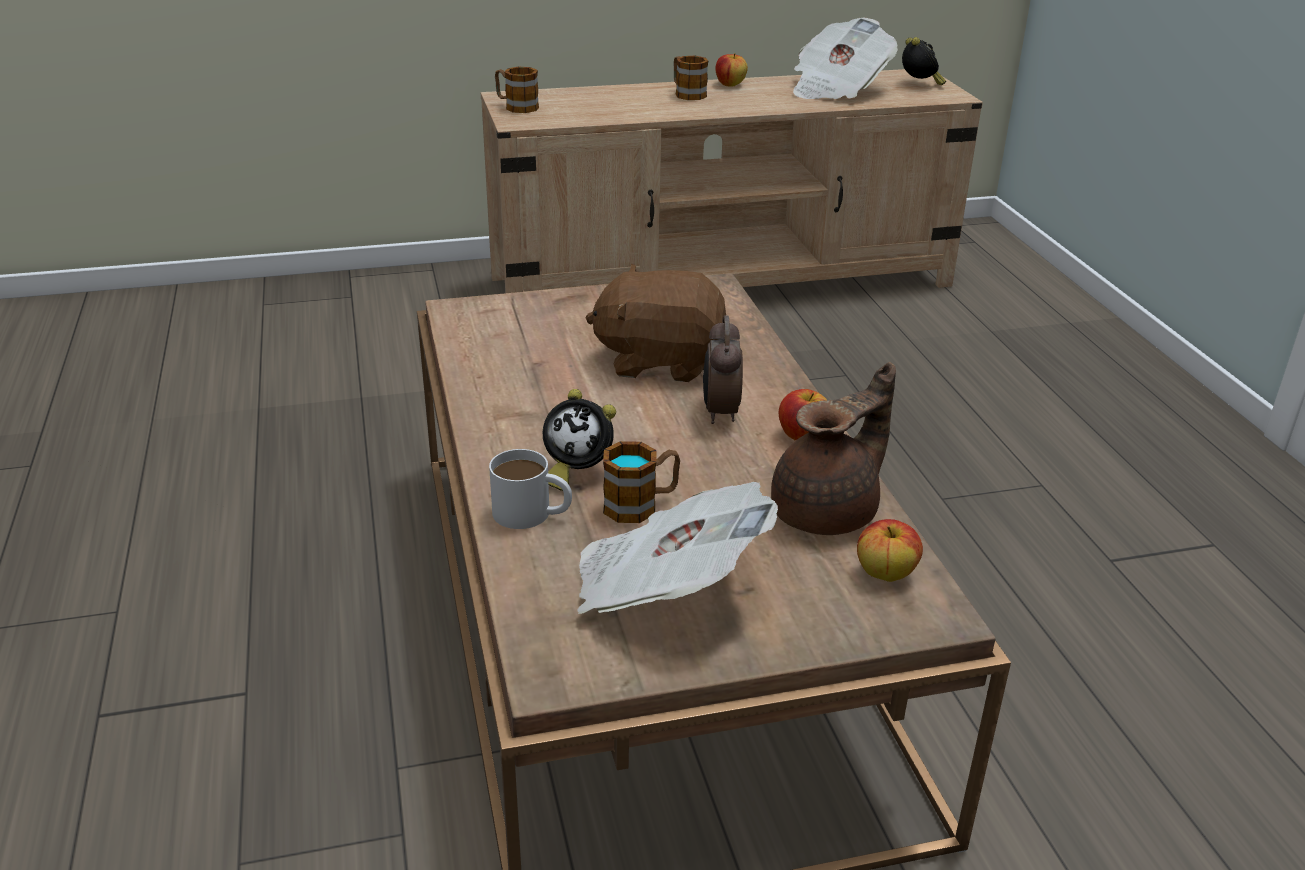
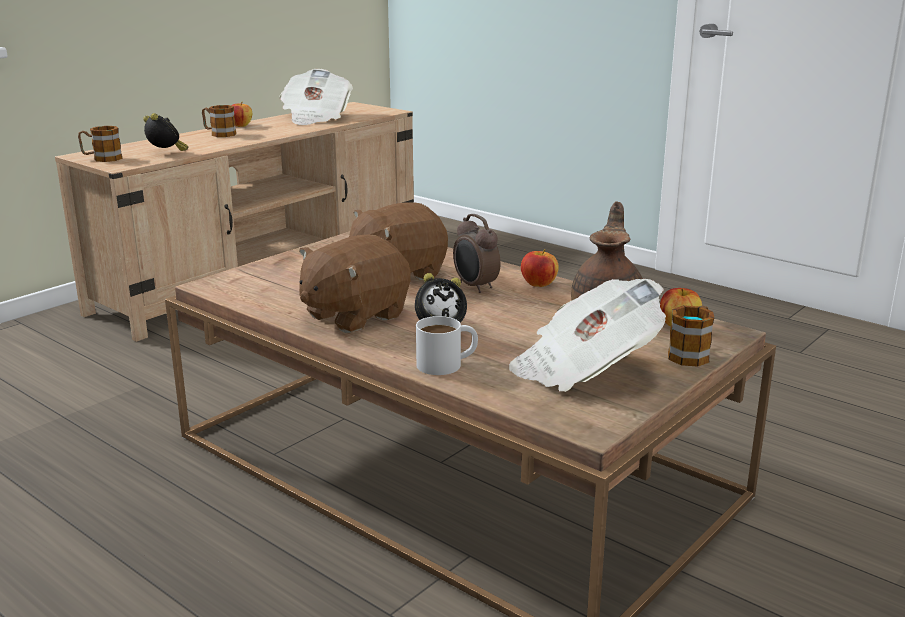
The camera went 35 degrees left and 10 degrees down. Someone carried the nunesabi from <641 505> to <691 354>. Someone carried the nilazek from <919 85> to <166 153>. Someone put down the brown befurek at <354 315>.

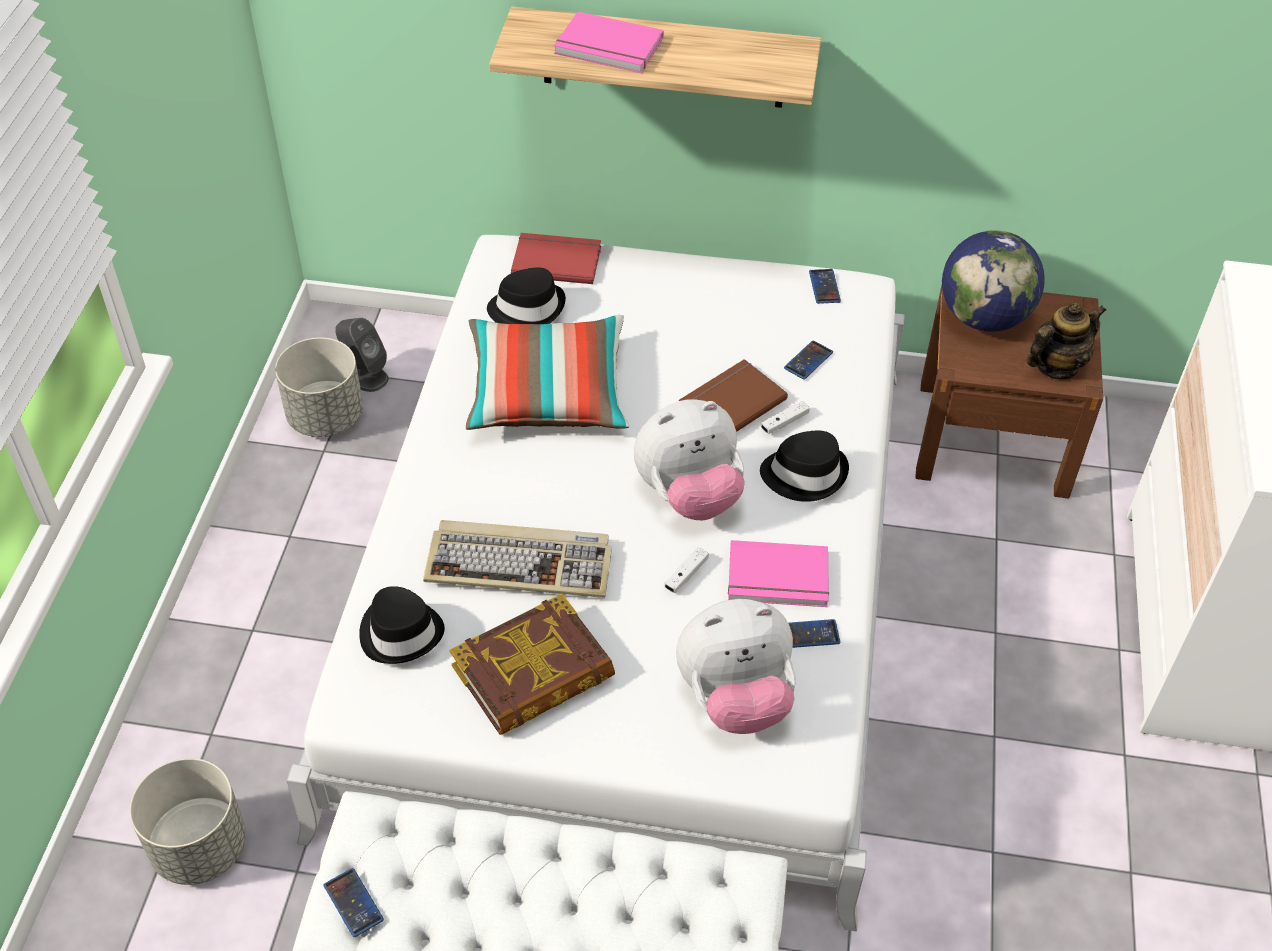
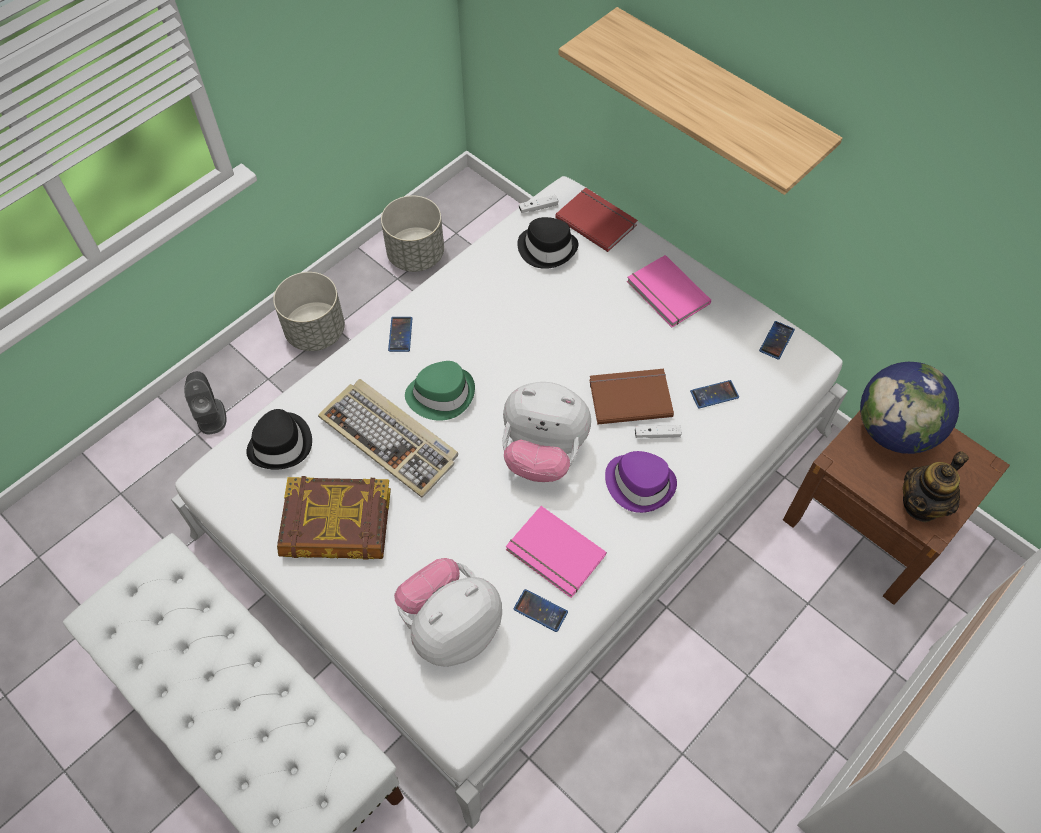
The camera went 35 degrees right and 10 degrees up. Someone carried the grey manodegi from <200 847> to <316 332>. Someone carried the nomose from <353 903> to <400 334>. Someone carried the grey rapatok from <364 375> to <211 415>. Someone took away the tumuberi at <548 392>. Someone carried the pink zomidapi from <608 48> to <666 294>. Someone carried the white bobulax from <686 575> to <538 207>. Someone rotated the befurek at <735 698> by 120 degrees clockwise. Someone repainted the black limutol at <804 473>, which became the purple limutol at <640 483>. Someone rotated the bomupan at <1056 366> by 135 degrees clockwise. Someone put down the green limutol at <441 394>.

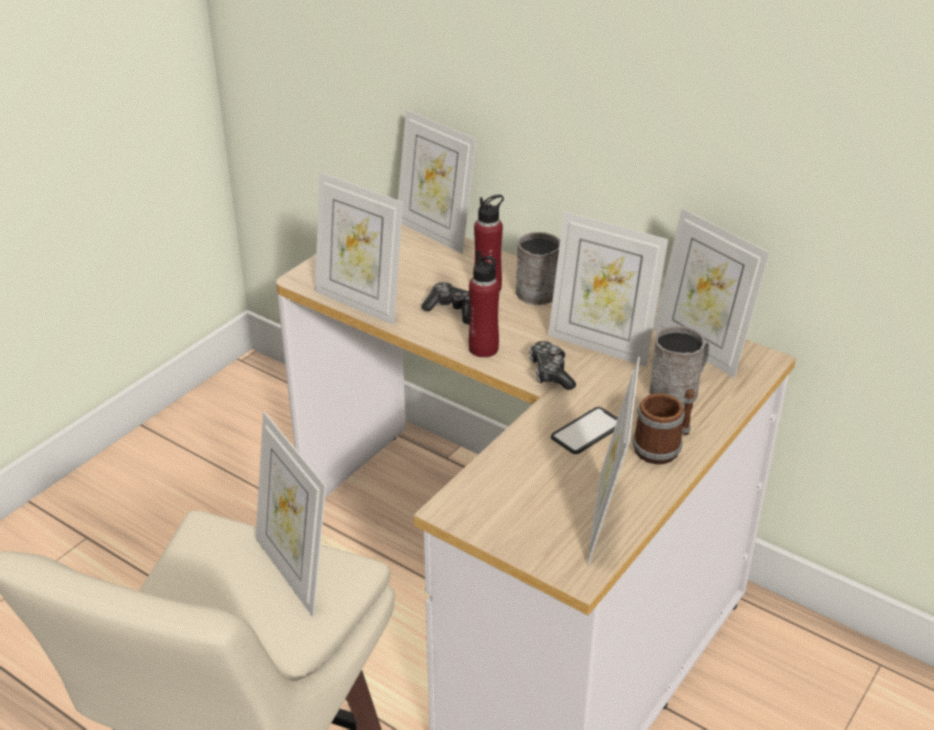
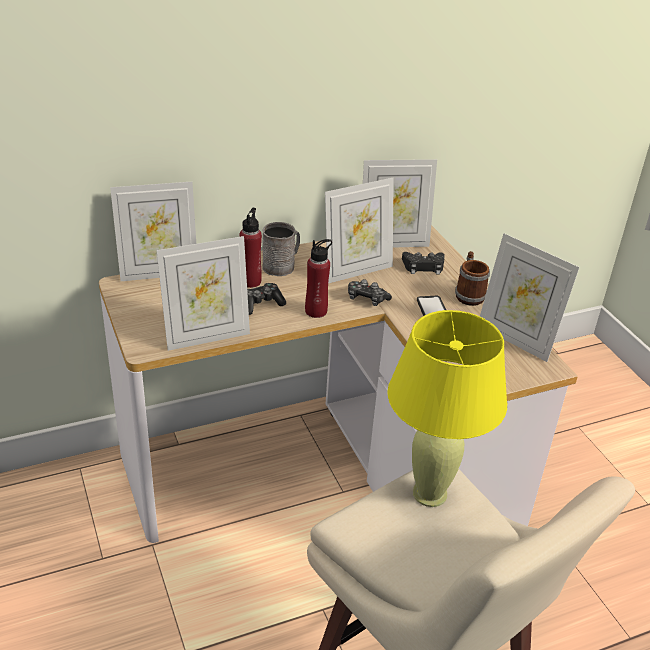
The camera went 60 degrees left and 0 degrees up. Someone swapped the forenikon at <295 571> for the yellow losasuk at <430 493>. Someone swapped the grey nunesabi at <679 390> for the black bobulax at <423 266>.

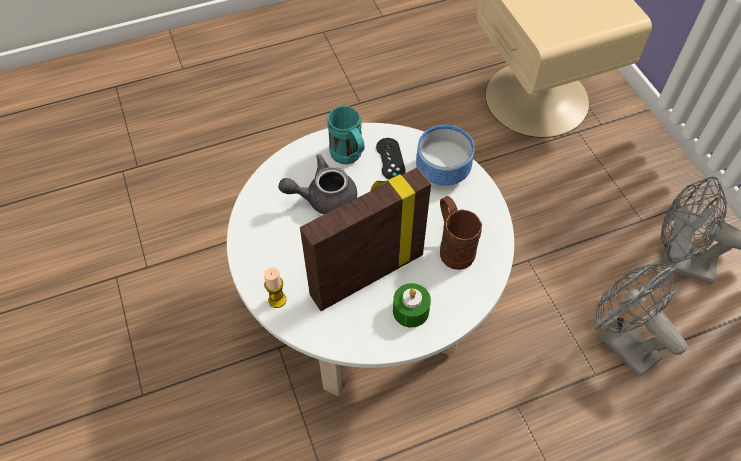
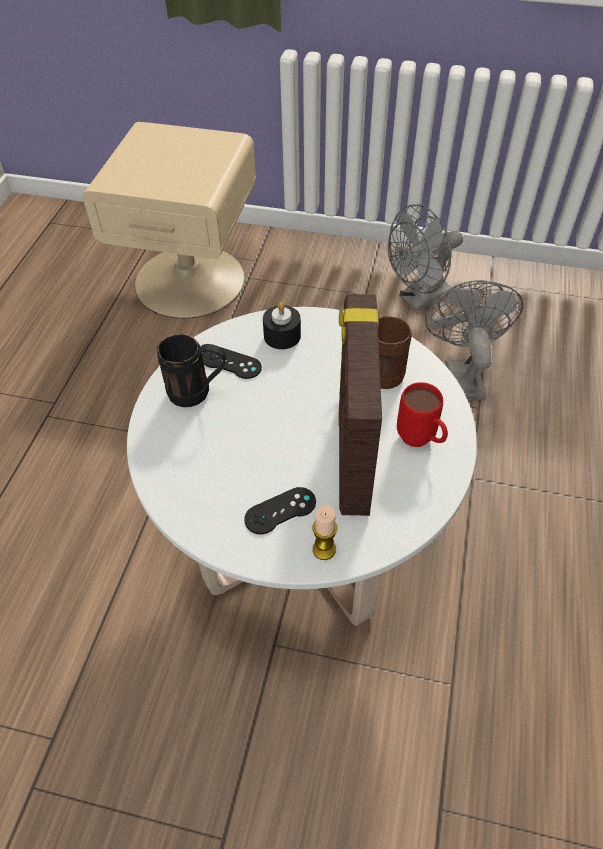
The camera went 55 degrees left and 5 degrees down. Someone took away the grey bomupan at <323 198>. Someone repainted the turquoise nunesabi at <349 158>, which became the black nunesabi at <198 393>. Someone swapped the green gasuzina at <410 311> for the red nunesabi at <420 441>. Someone swapped the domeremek at <441 172> for the black gasuzina at <282 336>. Someone rotated the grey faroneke at <620 341> by 90 degrees clockwise. Someone put down the black bobulax at <280 511>.

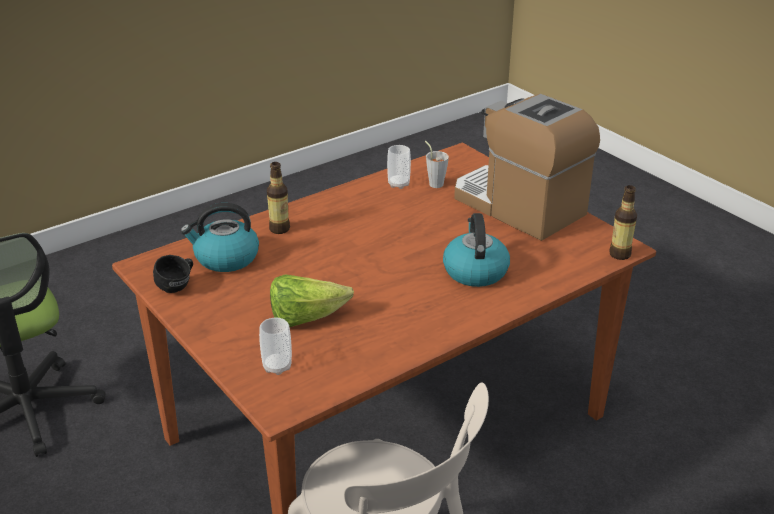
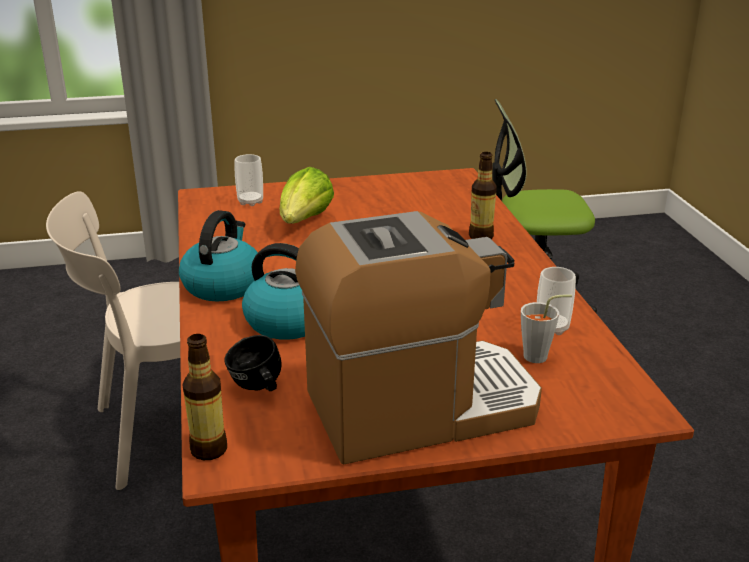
The camera went 115 degrees right and 5 degrees down. Someone carried the black nunesabi from <178 286> to <256 388>. Someone carried the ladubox from <225 258> to <223 285>.

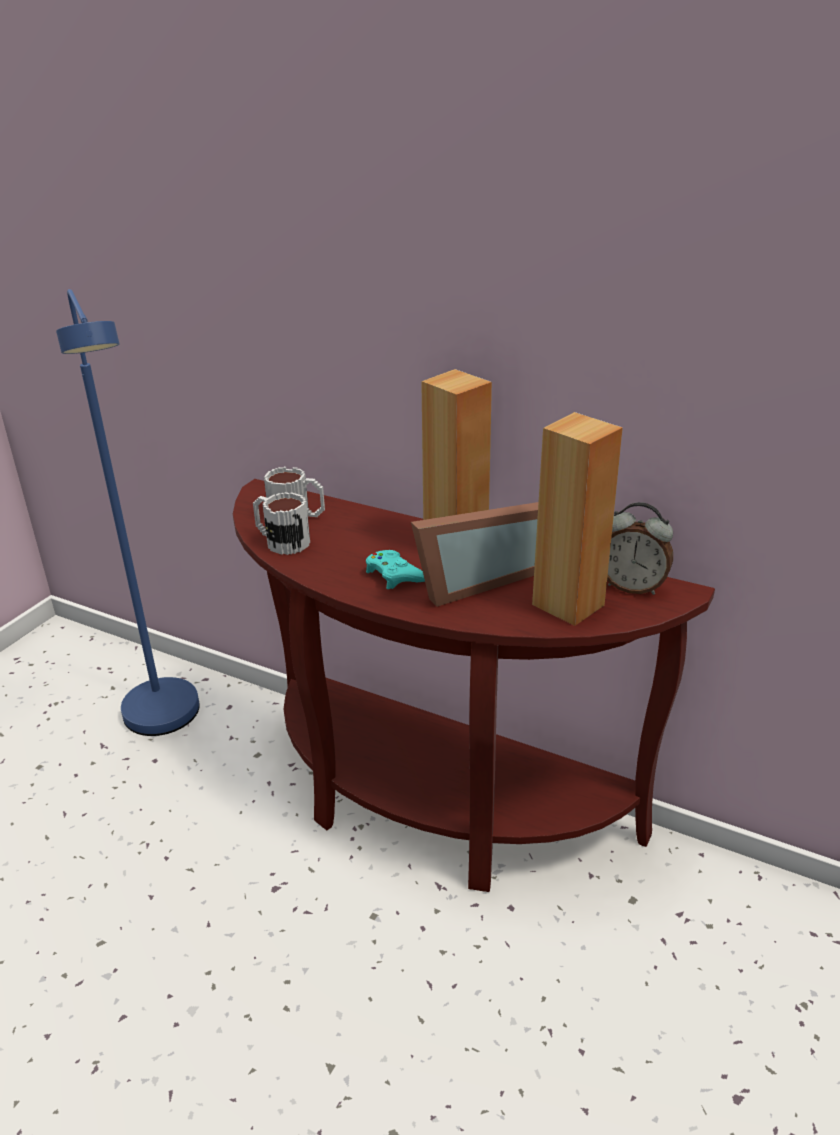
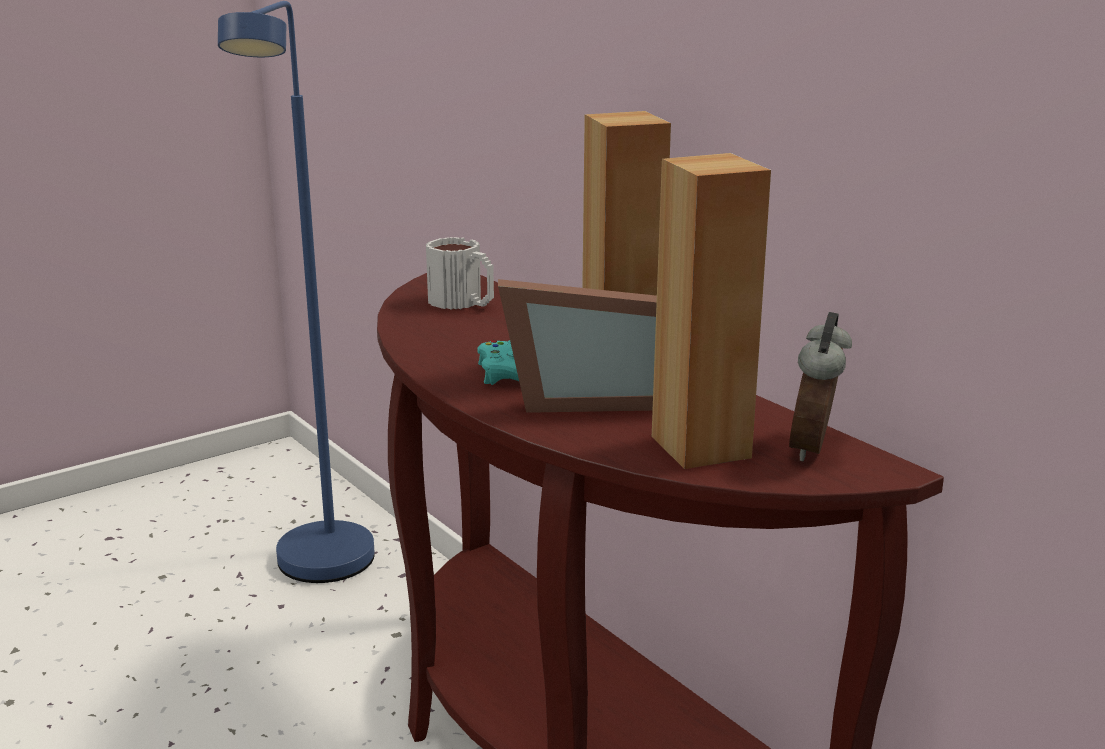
The camera went 25 degrees right and 10 degrees down. Someone took away the nunesabi at <281 541>. Someone rotated the nilazek at <632 587> by 60 degrees clockwise.

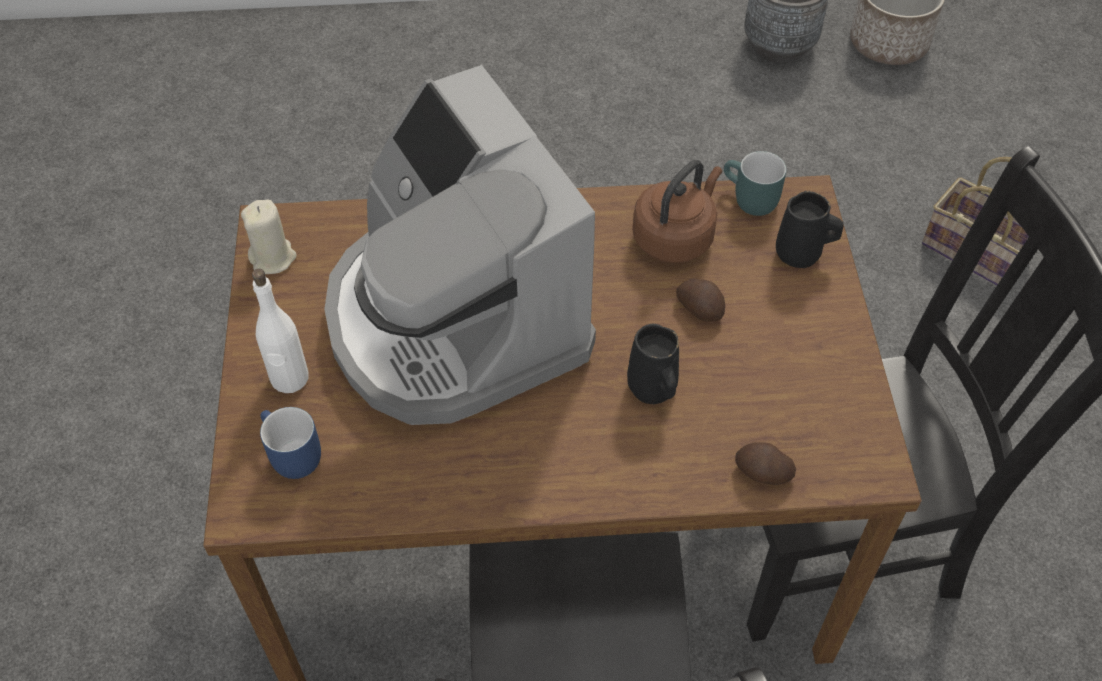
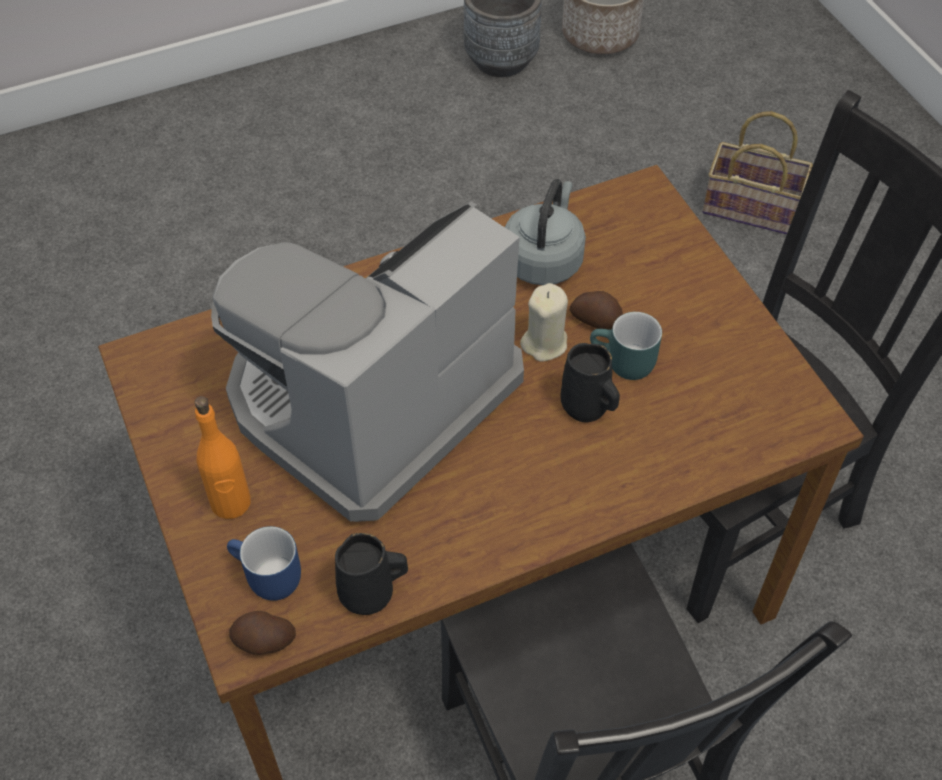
The camera went 20 degrees left and 0 degrees up. Someone carried the beige gasuzina from <273 258> to <544 343>. Someone repainted the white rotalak at <289 378>, which became the orange rotalak at <230 503>. Someone rotated the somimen at <453 321> by 90 degrees clockwise. Someone repainted the brown ladubox at <675 237>, which became the grey ladubox at <544 259>. Someone carried the turquoise nunesabi from <748 200> to <622 364>. Someone carried the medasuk from <763 473> to <264 641>. Someone carried the black nunesabi from <800 254> to <370 594>.

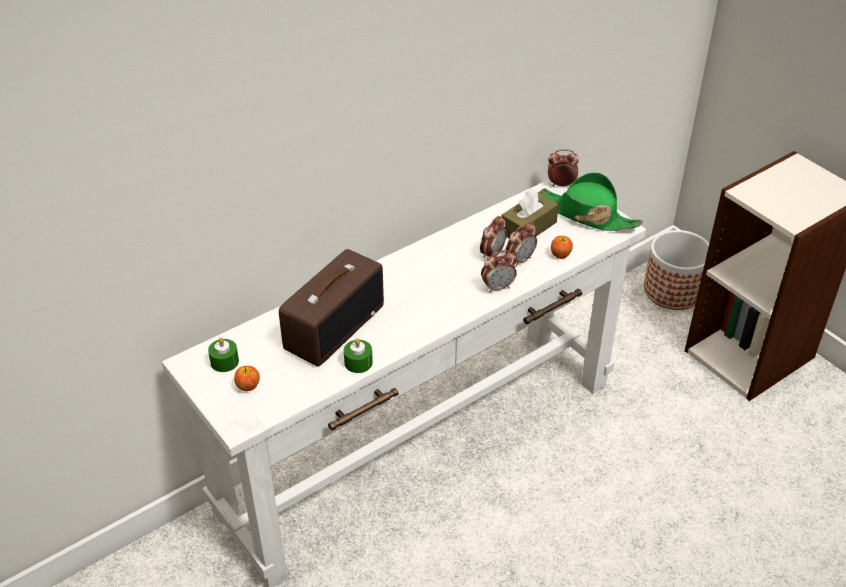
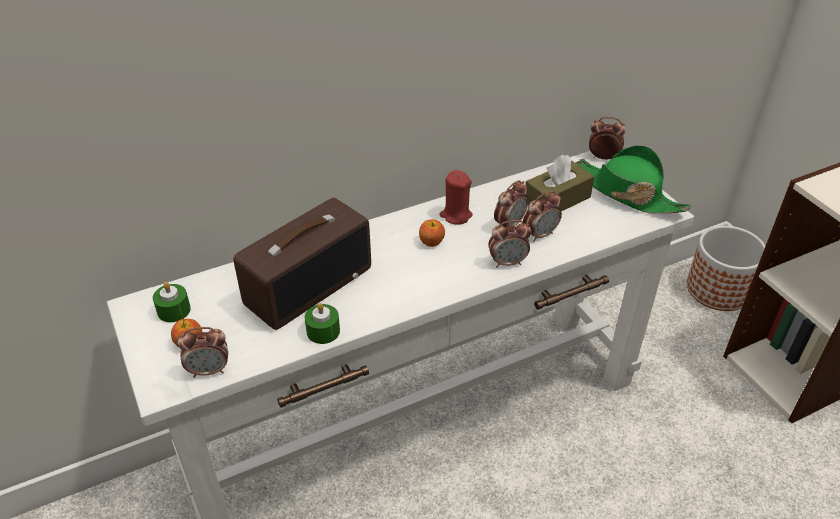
The camera went 10 degrees right and 0 degrees up. Someone carried the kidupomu from <560 255> to <431 242>. Someone put down the nilazek at <209 370>. Someone put down the red gasuzina at <455 215>.

